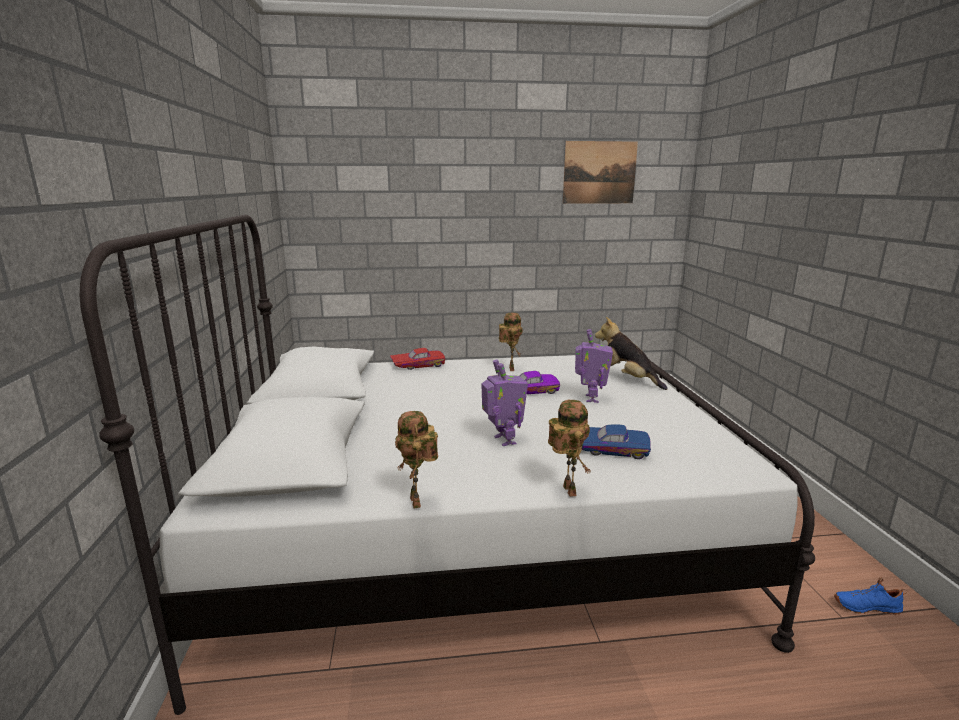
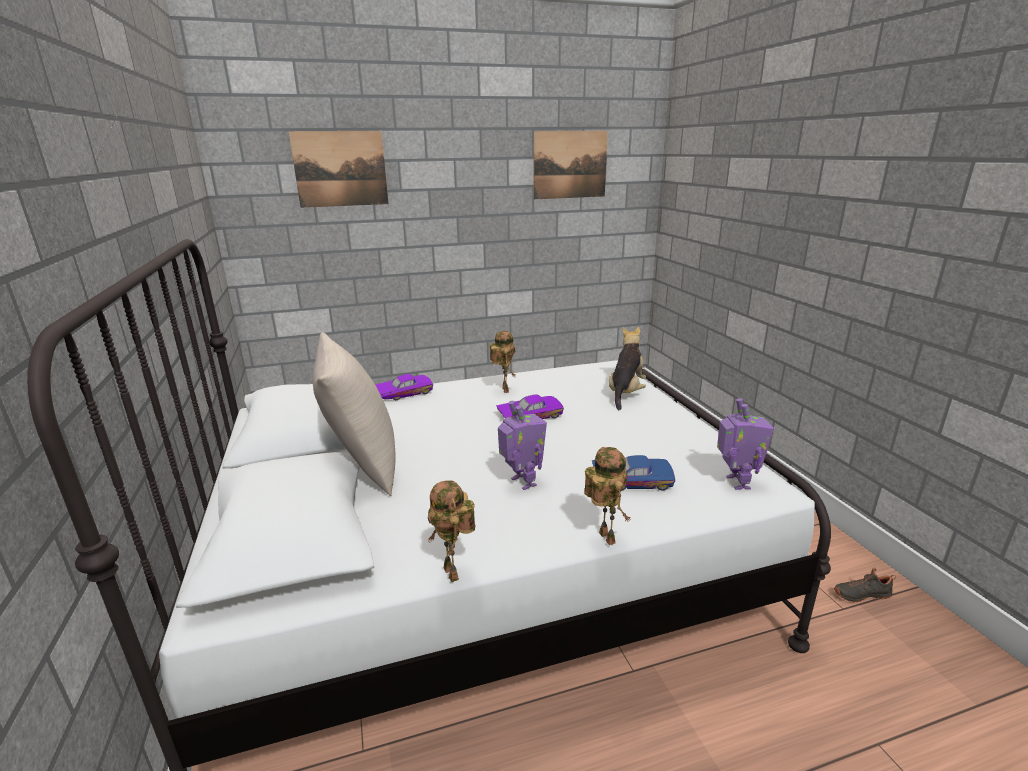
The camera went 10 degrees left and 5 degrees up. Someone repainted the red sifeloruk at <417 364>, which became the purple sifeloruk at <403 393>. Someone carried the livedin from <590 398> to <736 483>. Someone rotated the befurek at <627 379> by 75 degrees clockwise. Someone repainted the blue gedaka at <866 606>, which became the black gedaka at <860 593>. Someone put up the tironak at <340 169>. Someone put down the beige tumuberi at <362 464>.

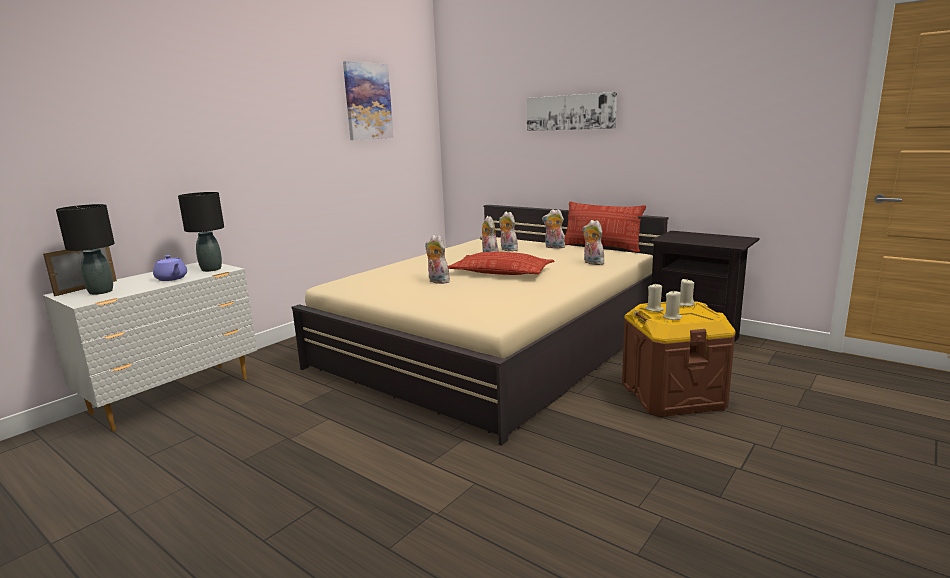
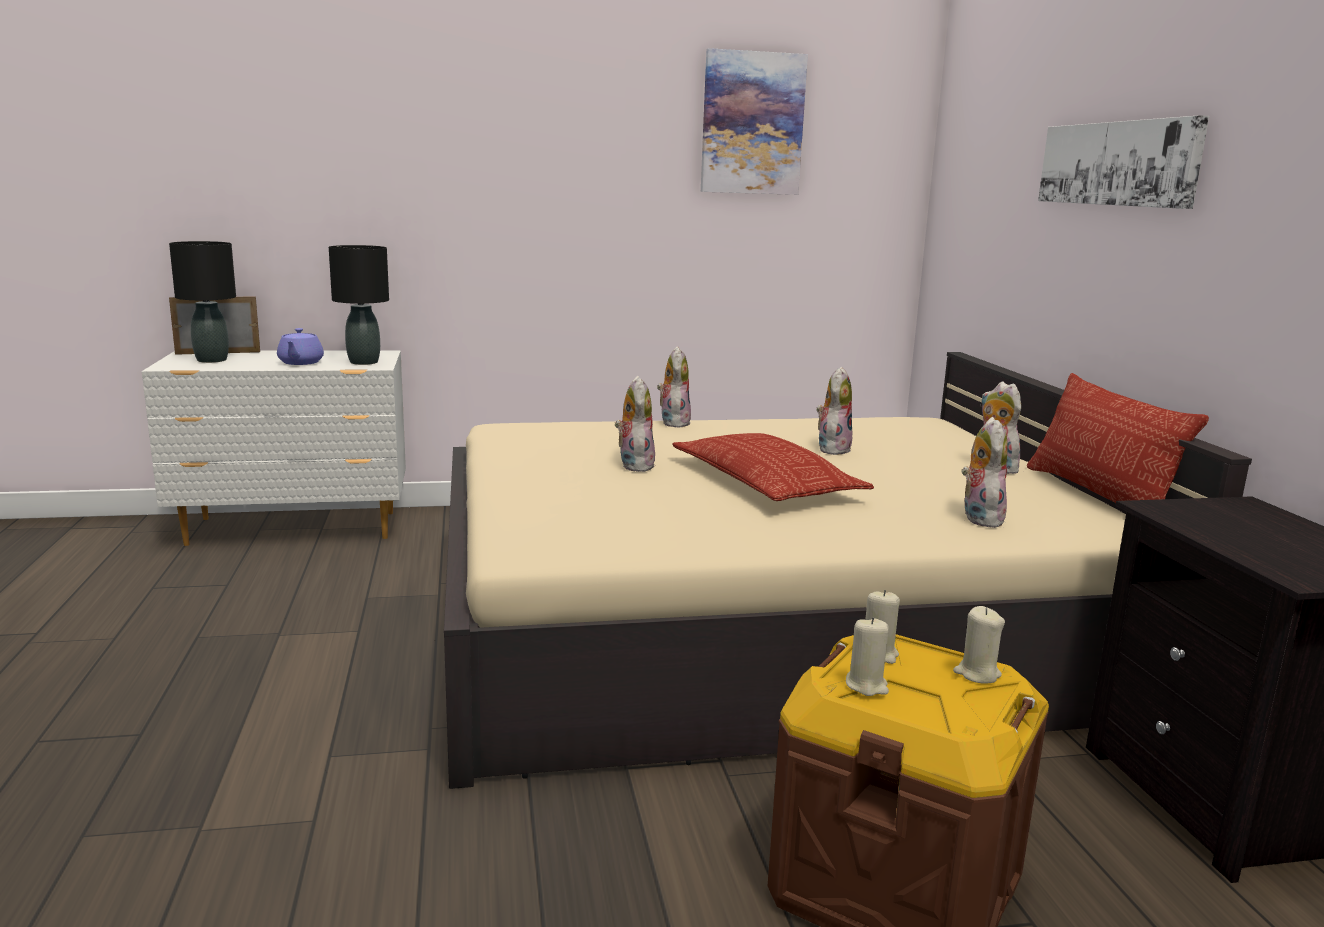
The camera went 40 degrees right and 0 degrees up. Someone carried the befurek from <507 250> to <673 422>.

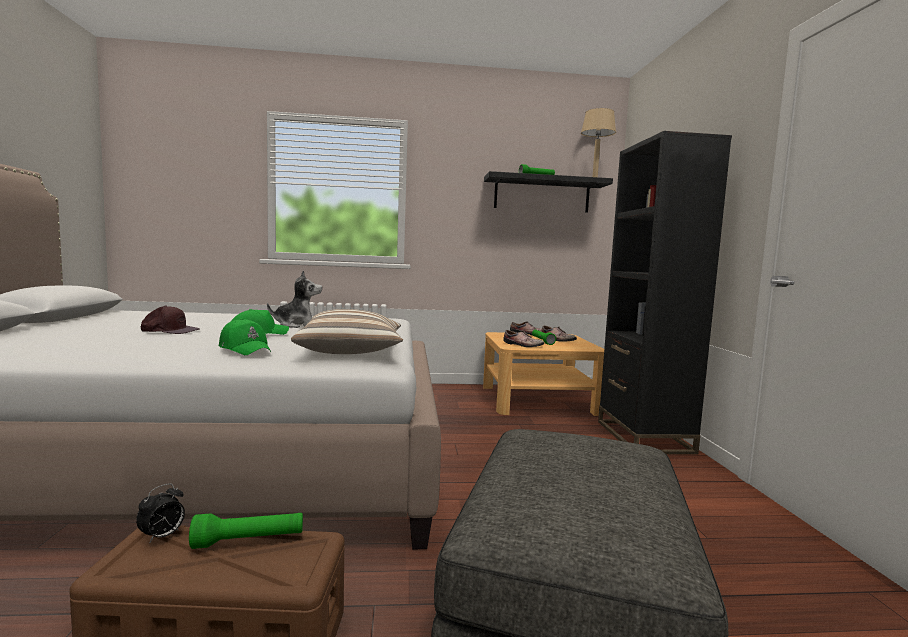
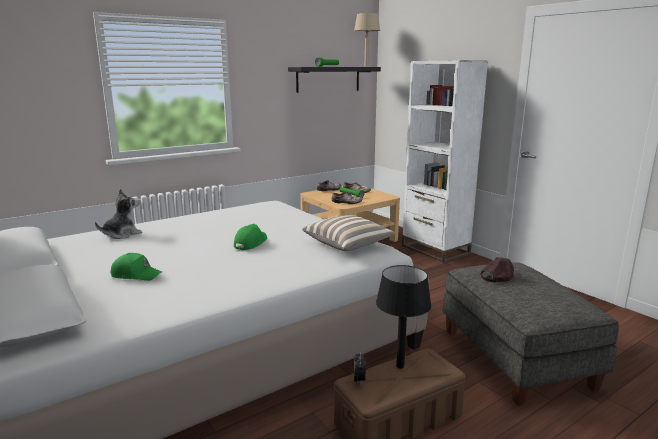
The camera went 30 degrees left and 10 degrees up. Someone carried the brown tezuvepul from <170 330> to <500 276>. Someone swapped the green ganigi at <249 541> for the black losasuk at <400 366>. Someone carried the green tezuvepul from <245 349> to <136 274>. Someone carried the befurek from <297 325> to <122 234>. Someone repainted the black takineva at <643 437>, which became the white takineva at <435 250>.

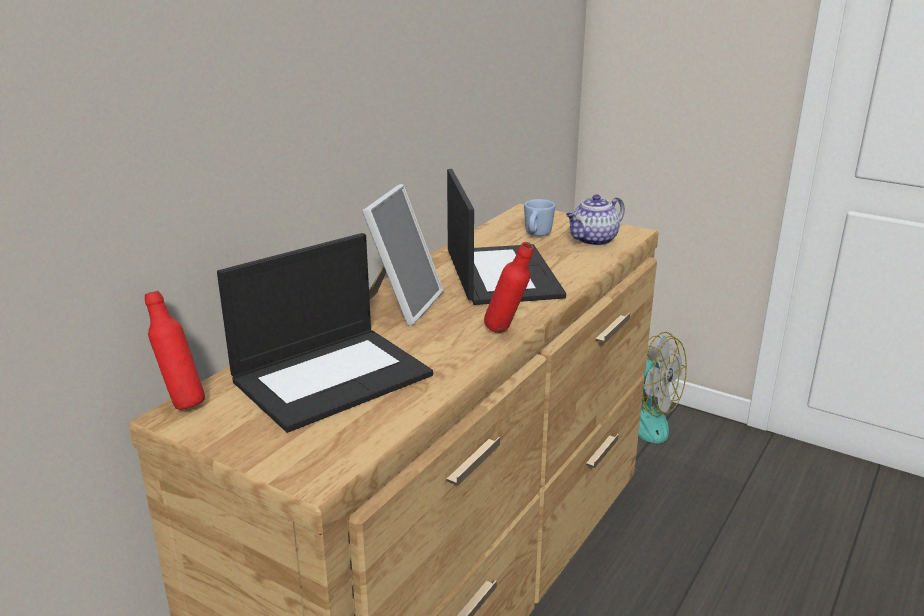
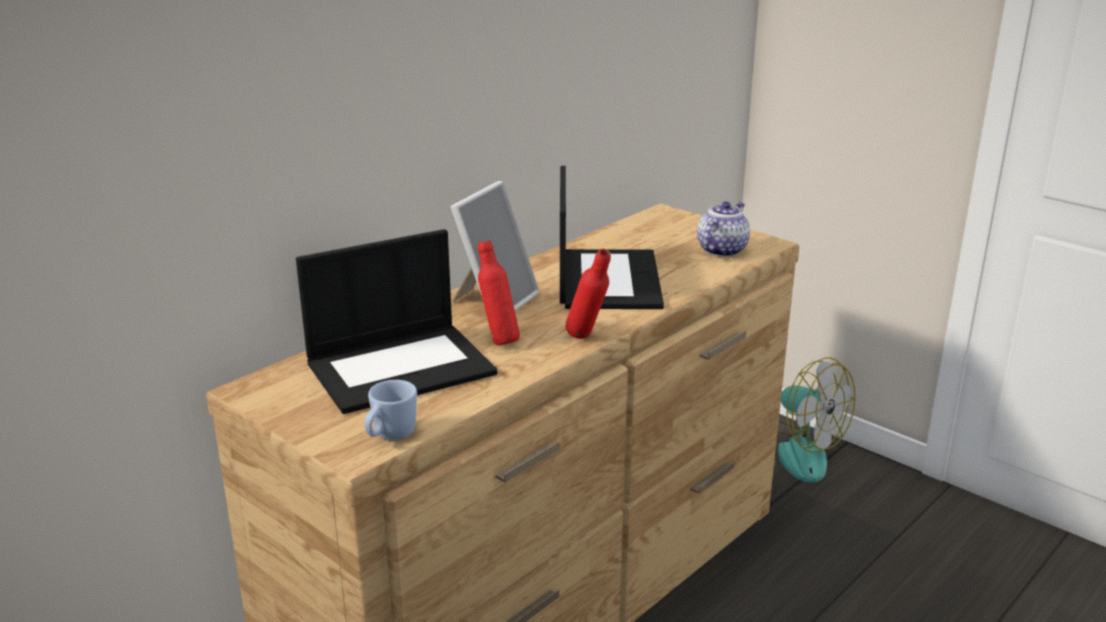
The camera went 10 degrees right and 0 degrees up. Someone carried the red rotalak from <182 403> to <498 340>. Someone carried the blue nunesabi from <536 235> to <390 436>. Someone rotated the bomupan at <593 240> by 150 degrees clockwise.

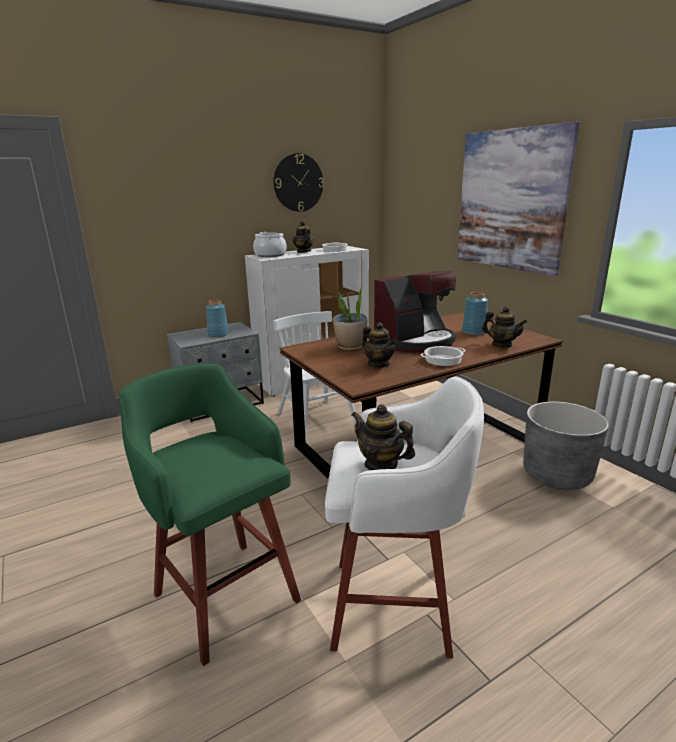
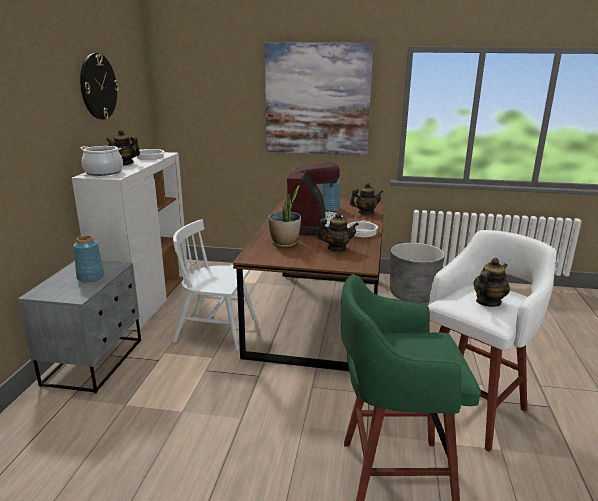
The camera went 50 degrees left and 0 degrees up. Someone rotated the bomupan at <381 464> by 150 degrees clockwise.

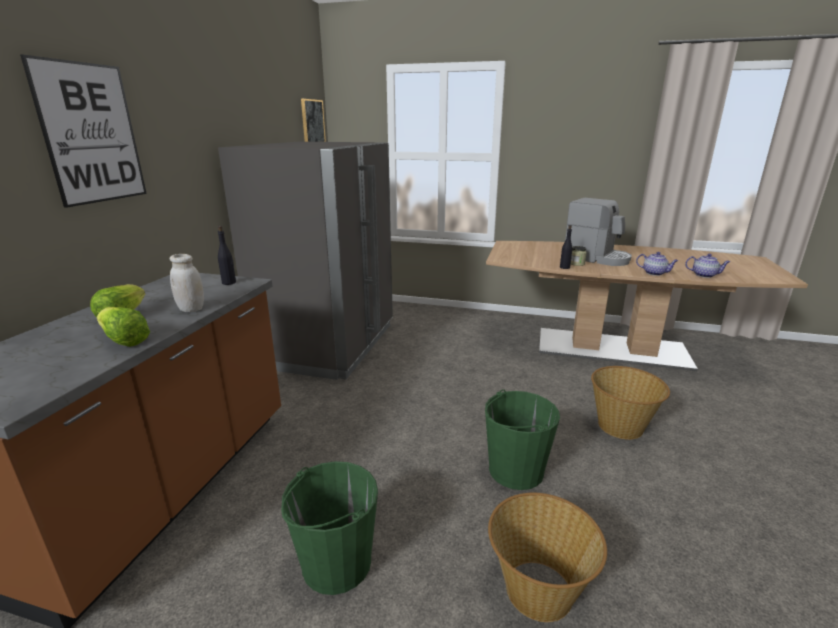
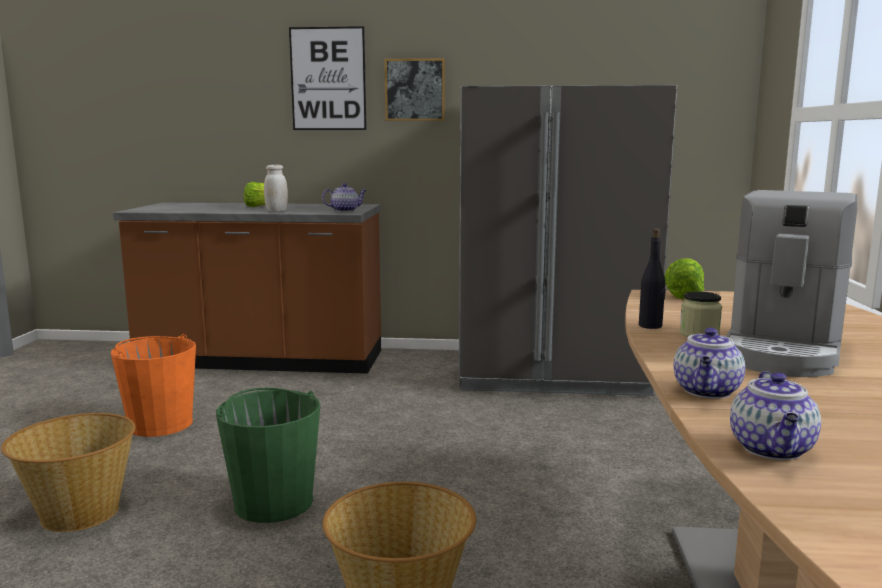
The camera went 80 degrees right and 10 degrees down. Someone carried the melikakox from <124 341> to <684 295>. Someone swapped the black rotalak at <229 283> for the bomupan at <345 210>. Someone repainted the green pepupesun at <336 563>, which became the orange pepupesun at <160 424>. Someone carried the tironak from <312 121> to <415 90>.

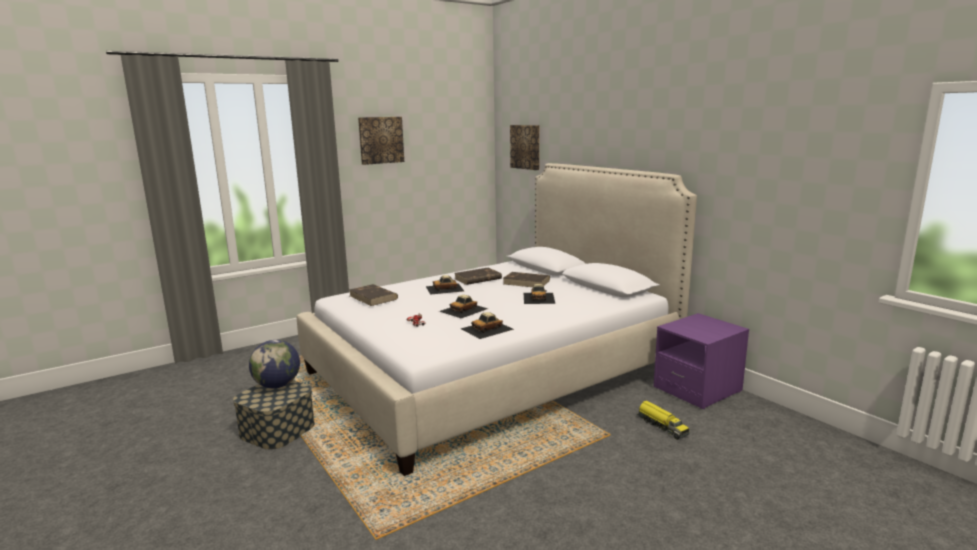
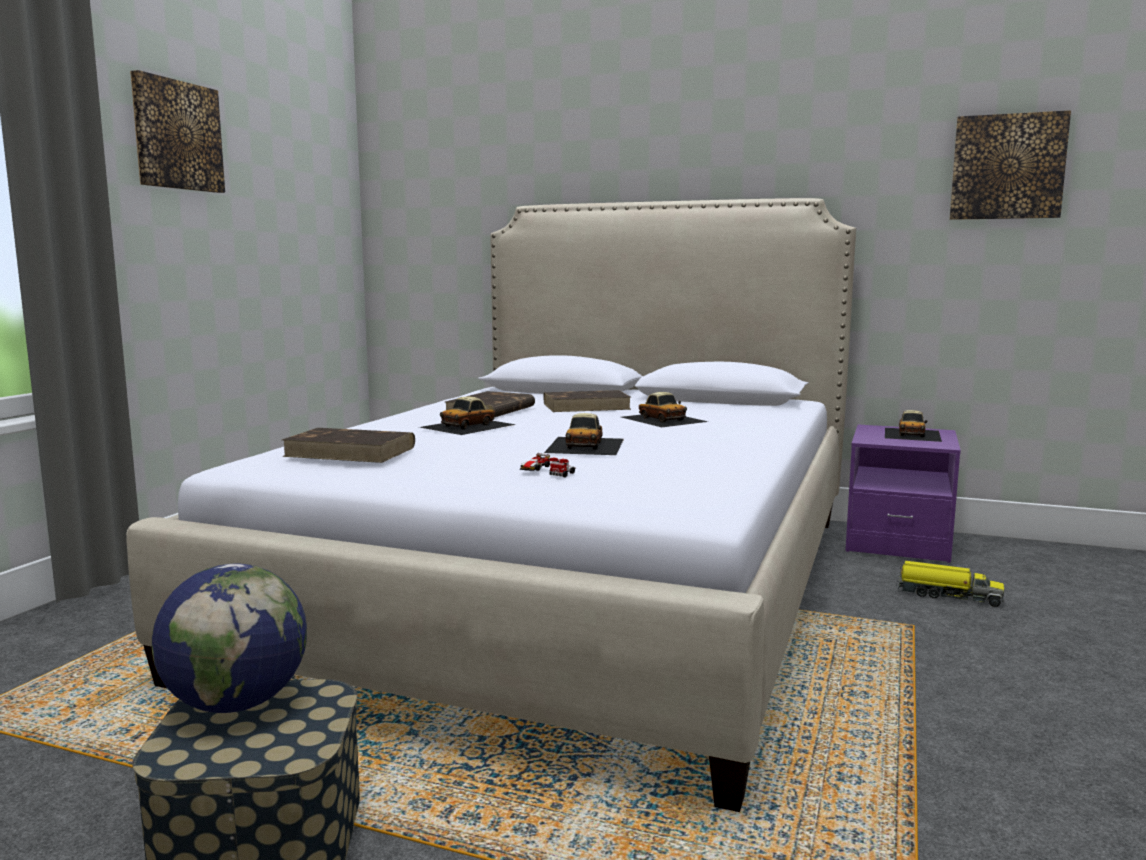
The camera went 35 degrees left and 5 degrees down. Someone carried the sifeloruk from <487 329> to <912 434>. Someone carried the tironak from <525 147> to <1007 167>.

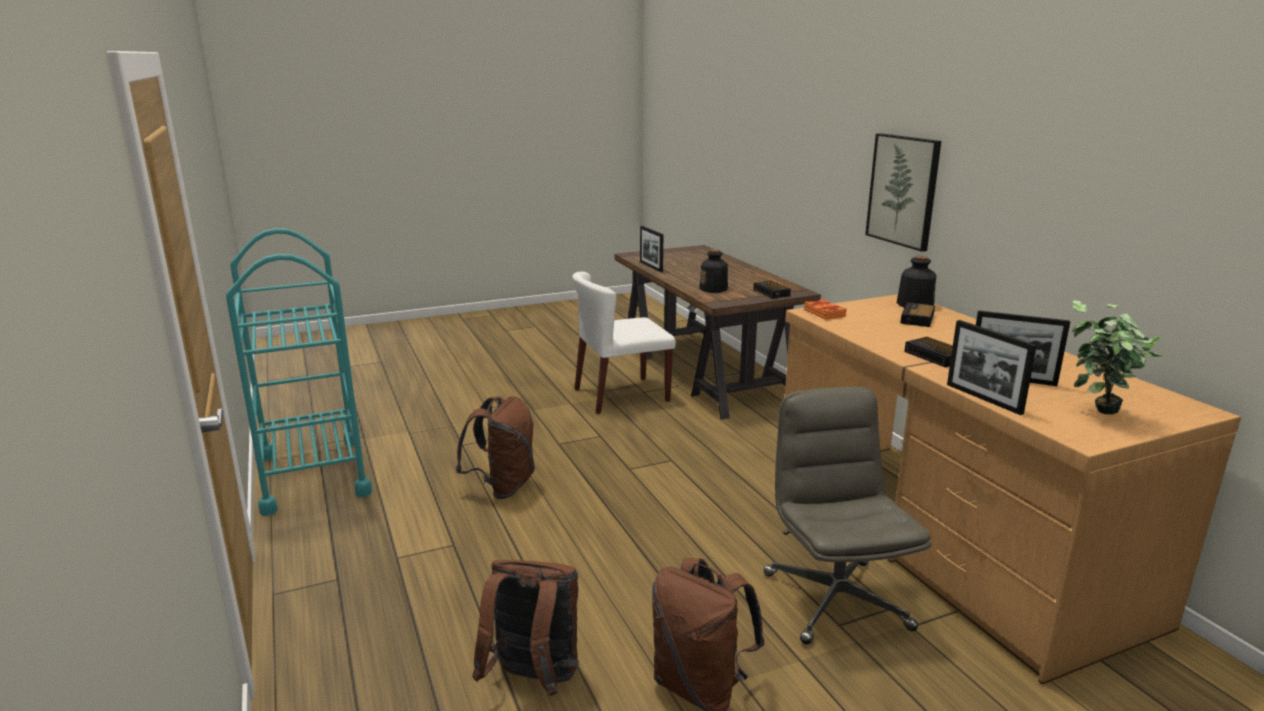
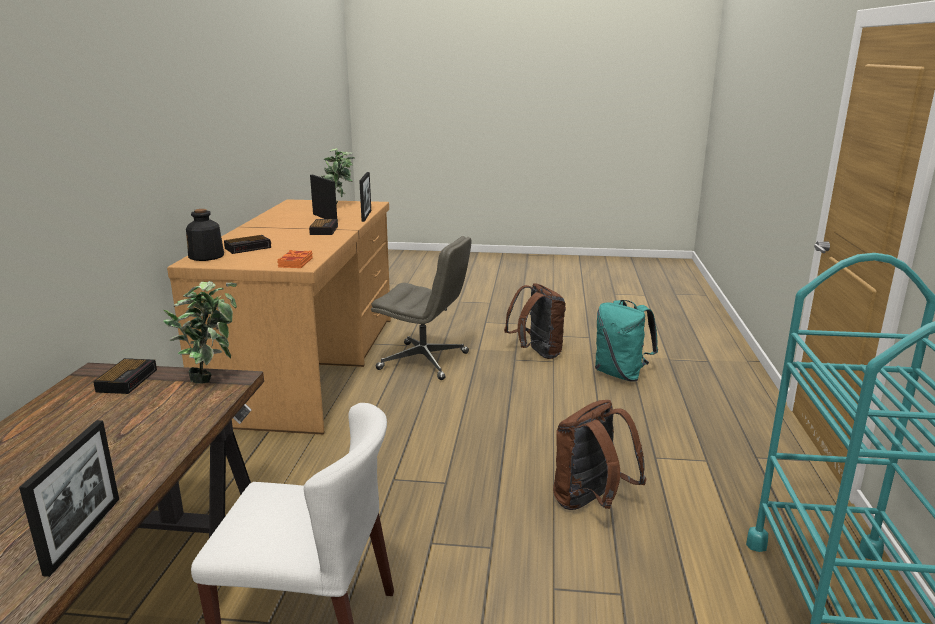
The camera went 150 degrees left and 0 degrees up. Someone repainted the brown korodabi at <533 680>, which became the turquoise korodabi at <621 374>. Someone took away the rotalak at <713 289>. Someone rotated the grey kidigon at <834 599> by 90 degrees counterclockwise. Someone took away the tironak at <903 190>. Someone put down the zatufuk at <211 377>.

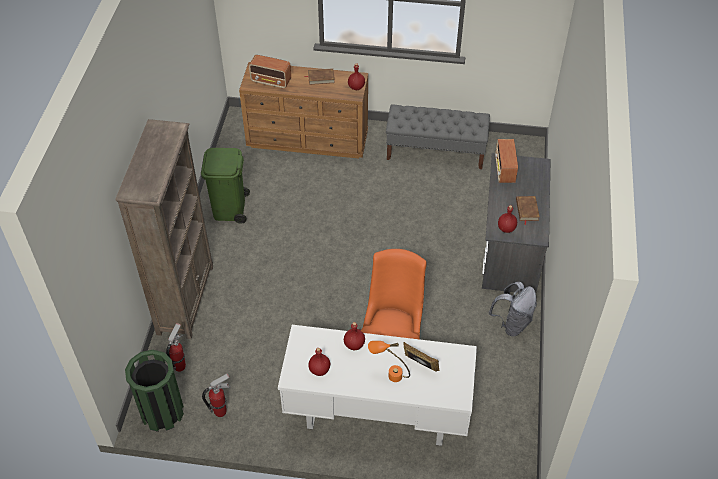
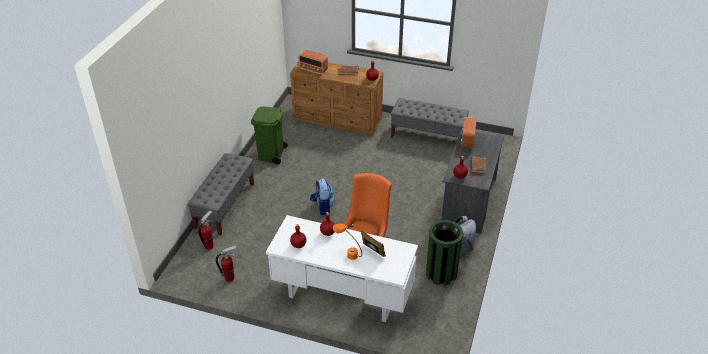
The camera went 10 degrees right and 10 degrees down. Someone swapped the brown takineva at <185 299> for the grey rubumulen at <225 205>. Someone carried the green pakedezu from <162 412> to <441 273>. Someone put down the korodabi at <322 207>.

